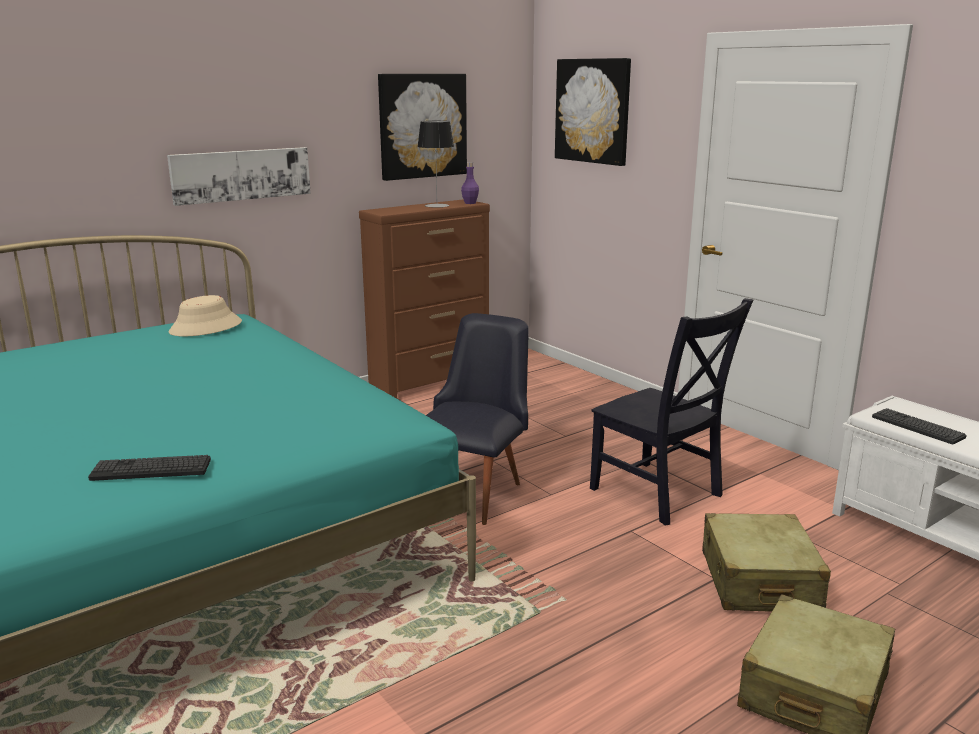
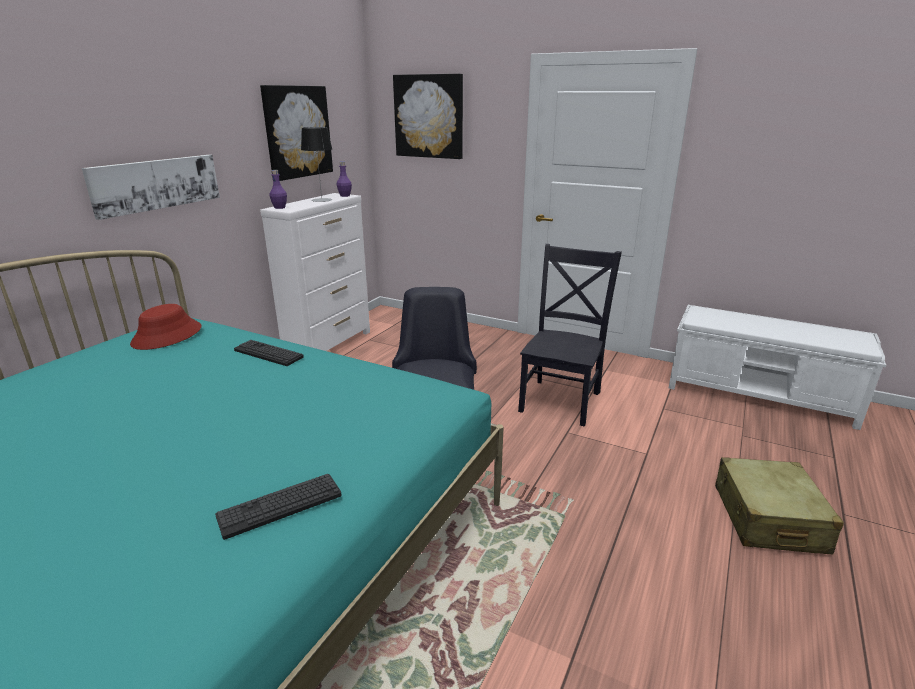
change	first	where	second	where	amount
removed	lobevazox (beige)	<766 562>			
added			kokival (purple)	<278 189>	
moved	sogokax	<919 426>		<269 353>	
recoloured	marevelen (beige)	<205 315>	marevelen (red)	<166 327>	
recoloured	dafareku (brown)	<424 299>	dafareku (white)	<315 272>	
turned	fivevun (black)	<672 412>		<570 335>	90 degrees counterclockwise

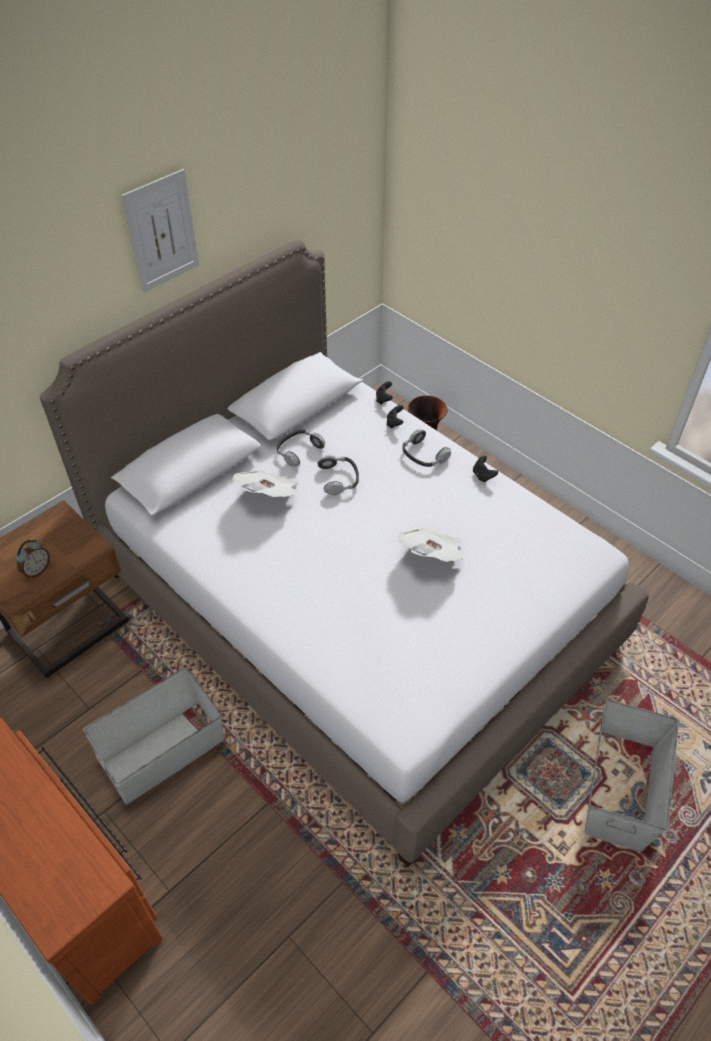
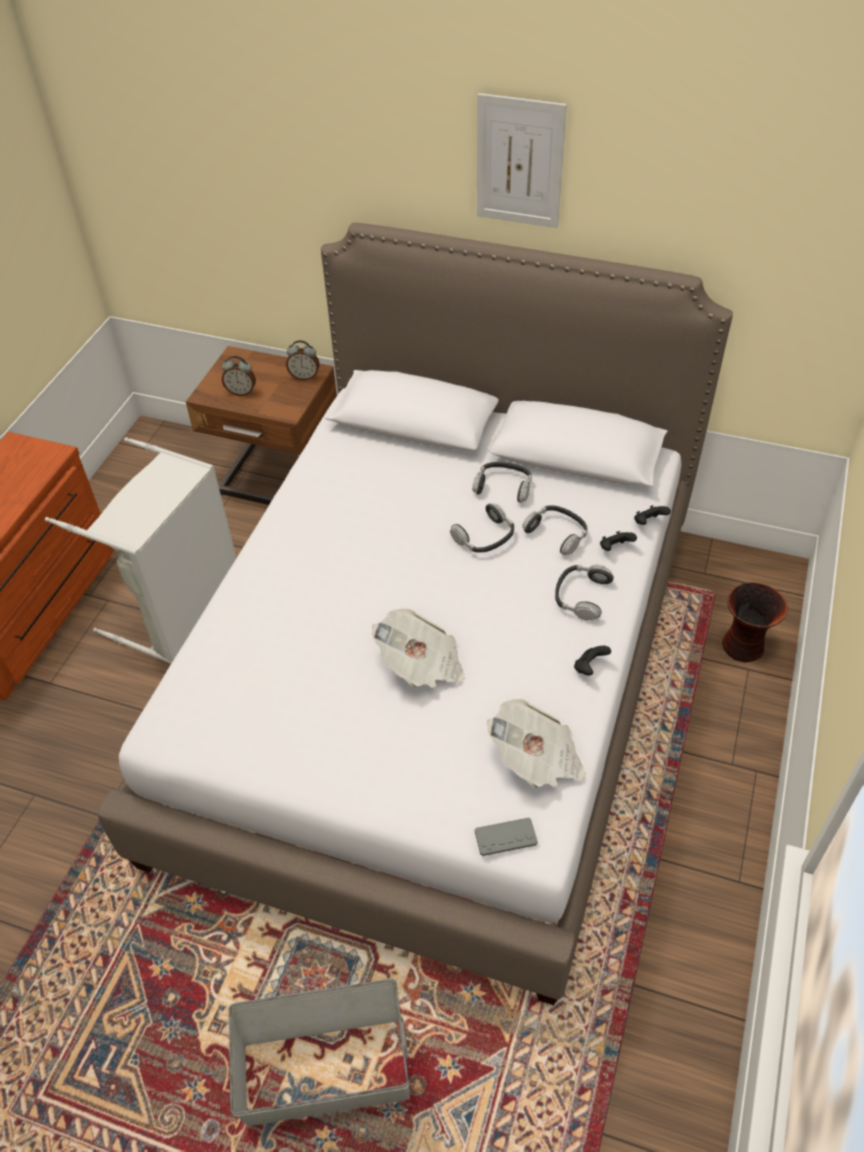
change	first	where	second	where	amount
added			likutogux	<302 360>	
added			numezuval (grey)	<506 837>	
added			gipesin	<555 530>	
moved	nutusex	<264 483>		<536 743>	
replaced	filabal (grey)	<153 735>	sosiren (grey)	<140 550>	

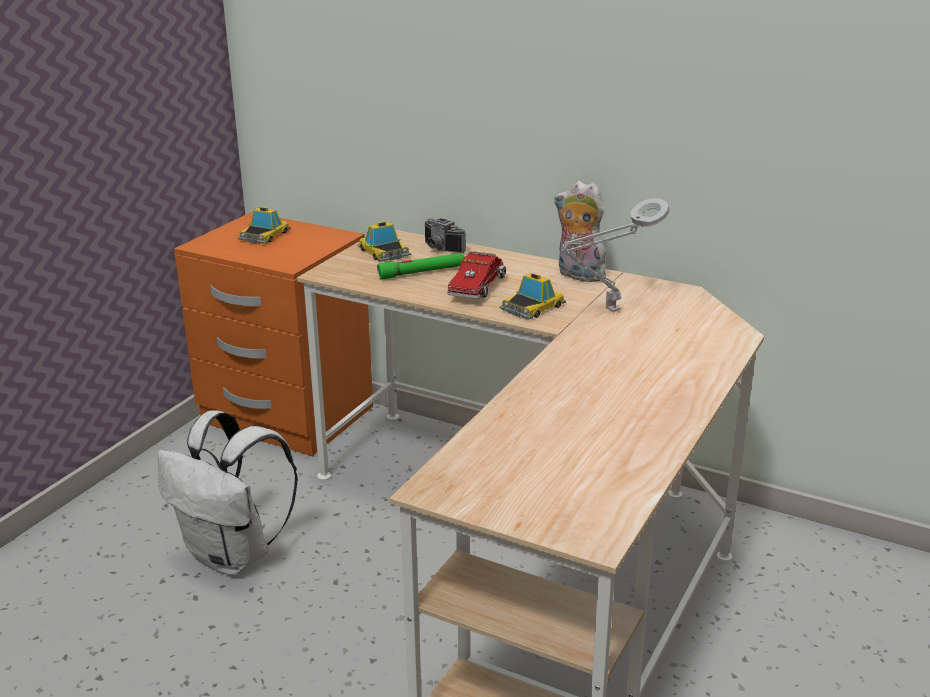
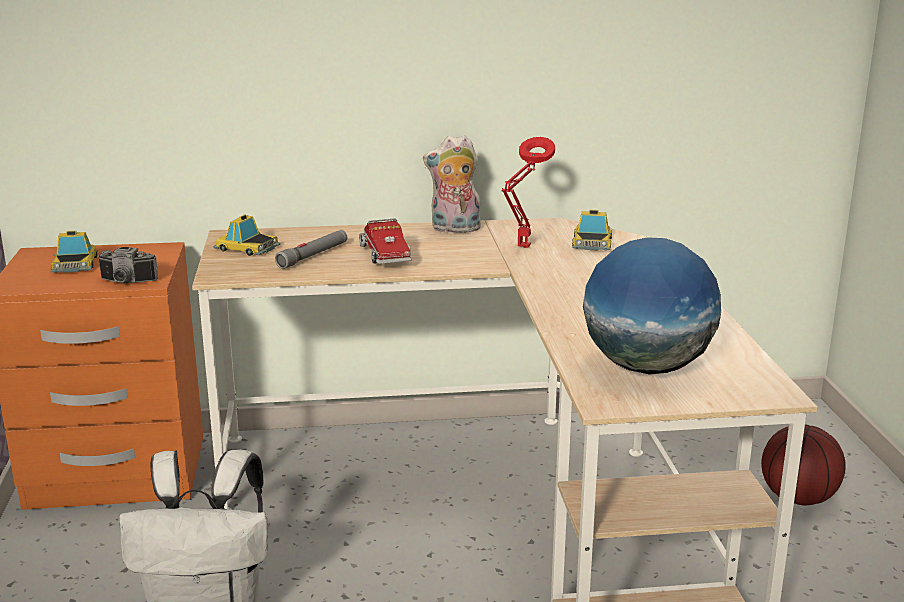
change	first	where	second	where	amount
added			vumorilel	<652 306>	
added			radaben	<803 464>	
moved	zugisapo	<445 235>		<127 265>	
moved	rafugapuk	<533 296>		<592 230>	
recoloured	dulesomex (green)	<421 266>	dulesomex (grey)	<311 249>	
recoloured	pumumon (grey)	<615 255>	pumumon (red)	<528 192>	

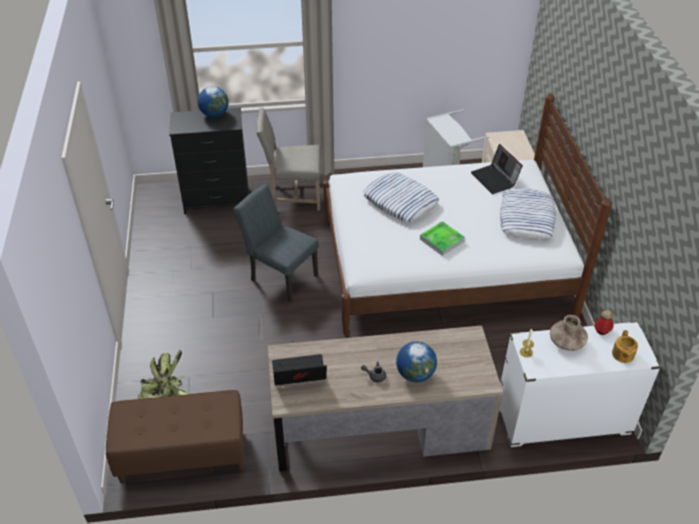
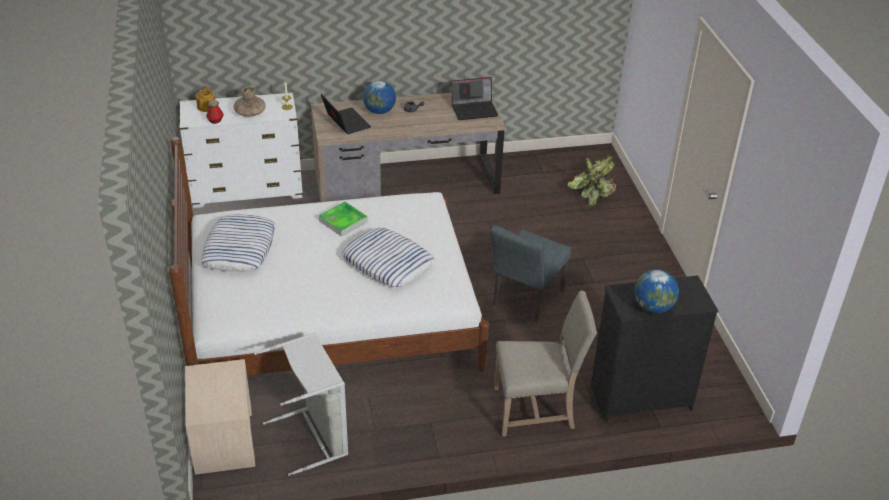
change	first	where	second	where	amount
removed	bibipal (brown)	<175 437>			
moved	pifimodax	<497 169>		<346 114>	
turned	fivevun (grey)	<276 243>		<530 274>	90 degrees clockwise

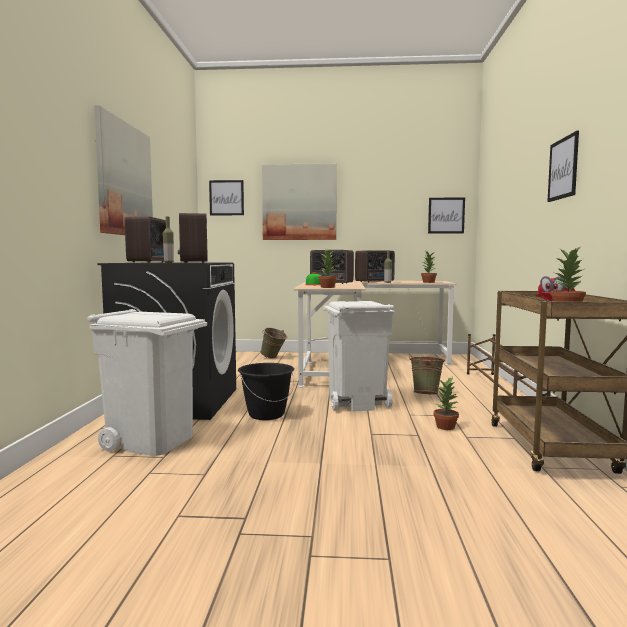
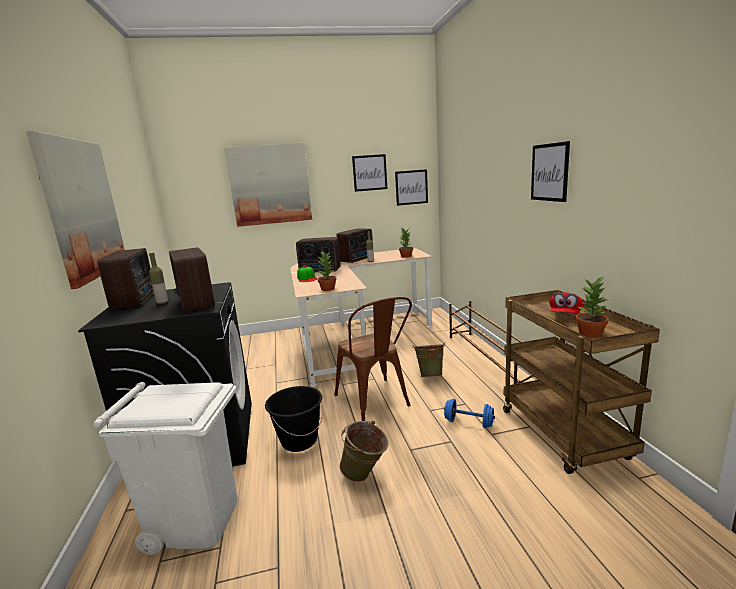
change	first	where	second	where	amount
moved	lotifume	<226 197>		<369 173>	
moved	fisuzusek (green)	<273 343>		<364 451>	
replaced	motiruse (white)	<359 356>	fivevun (brown)	<373 359>	
replaced	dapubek	<446 403>	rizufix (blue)	<469 413>	

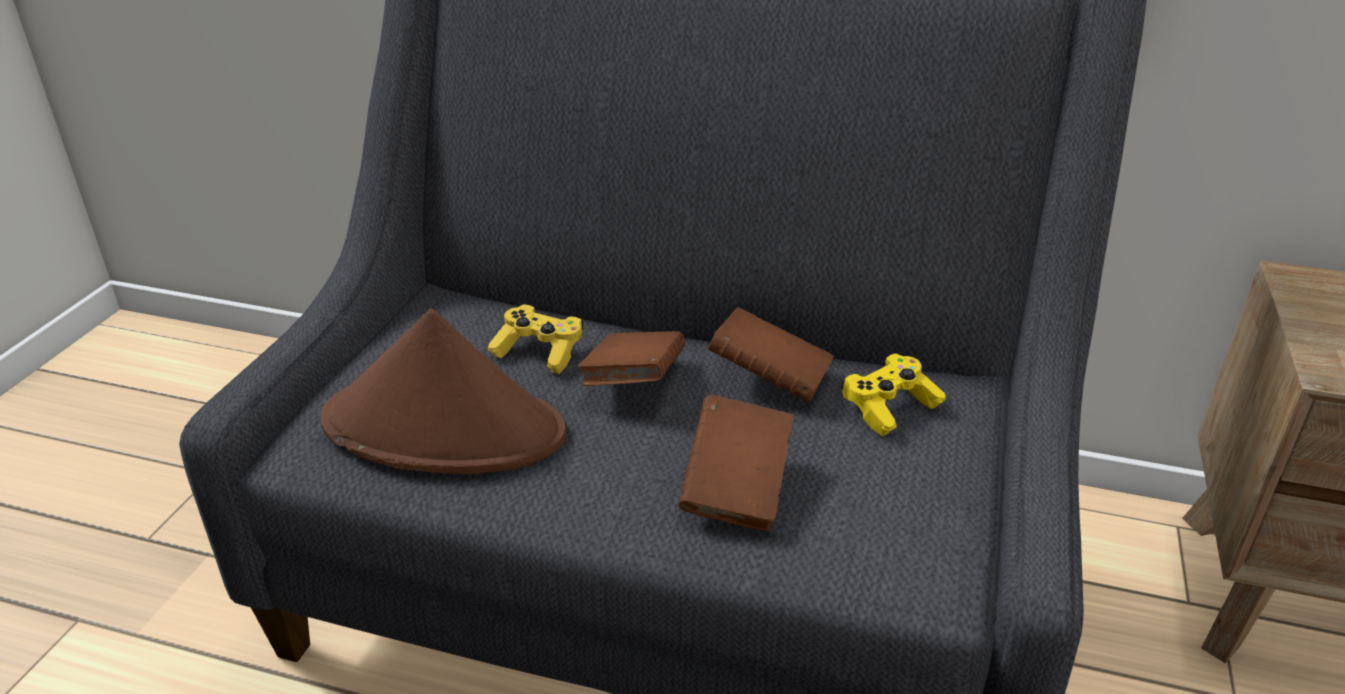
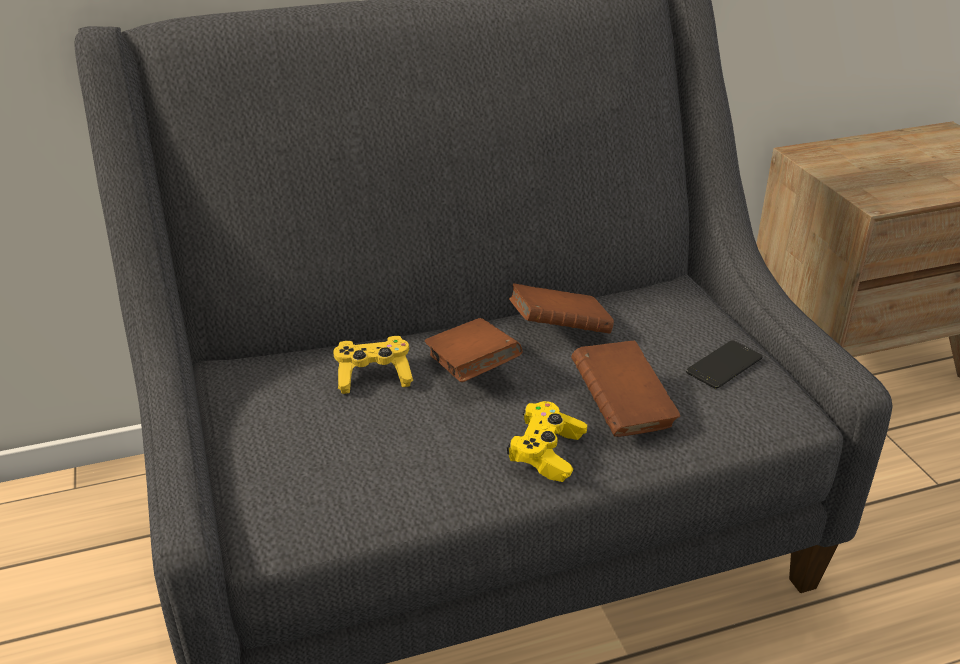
change	first	where	second	where	amount
removed	marevelen (brown)	<443 391>			
added			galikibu	<724 364>	
moved	numezuval (yellow)	<894 395>		<547 441>	

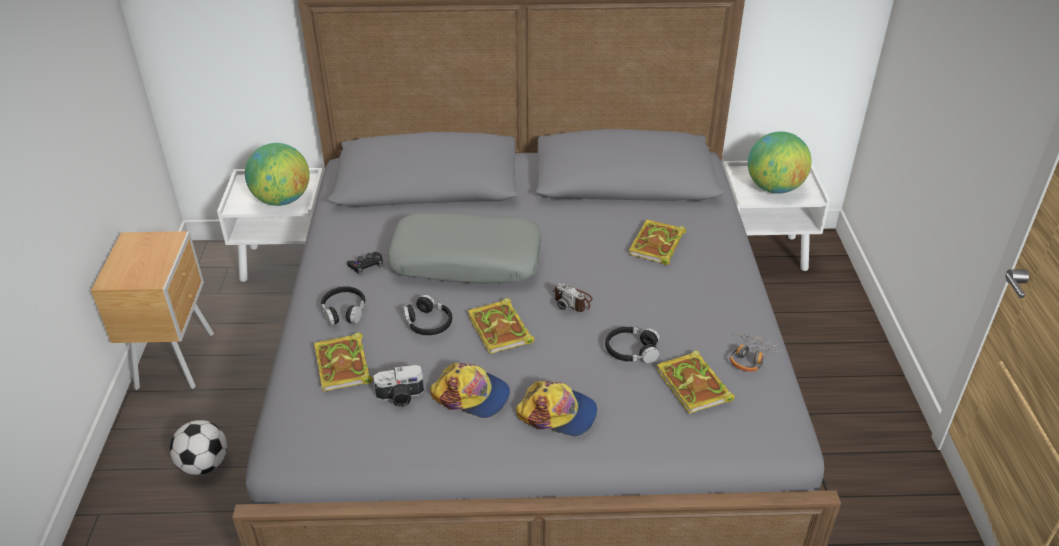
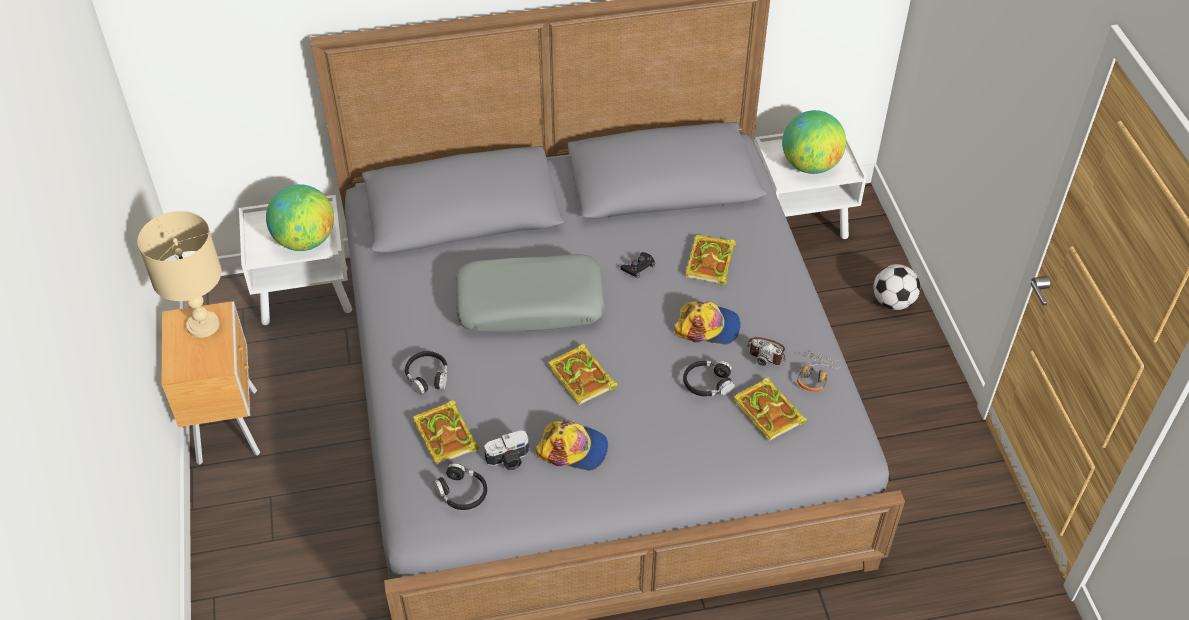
change	first	where	second	where	amount
added			pumumon (beige)	<180 274>	
moved	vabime	<198 447>		<896 287>	
moved	numezuval (black)	<365 263>		<637 265>	
moved	gipesin (black)	<427 315>		<460 486>	
moved	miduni	<556 408>		<707 323>	
moved	zugisapo	<572 297>		<766 351>	

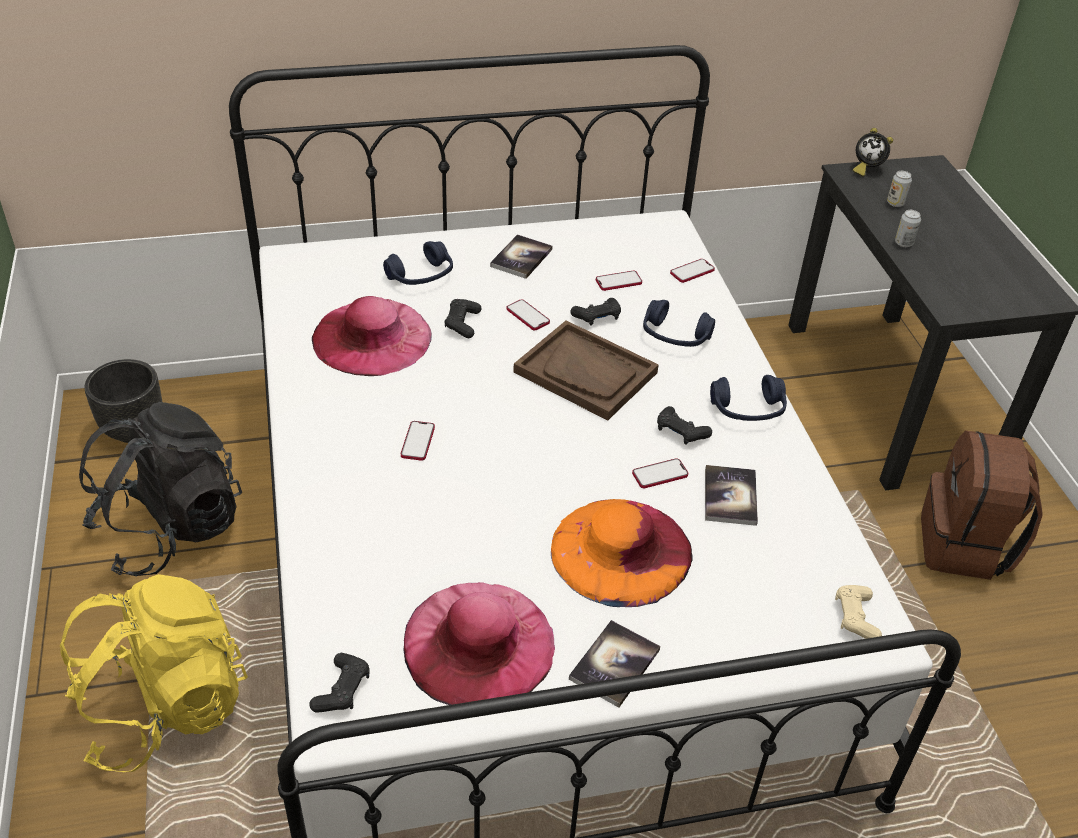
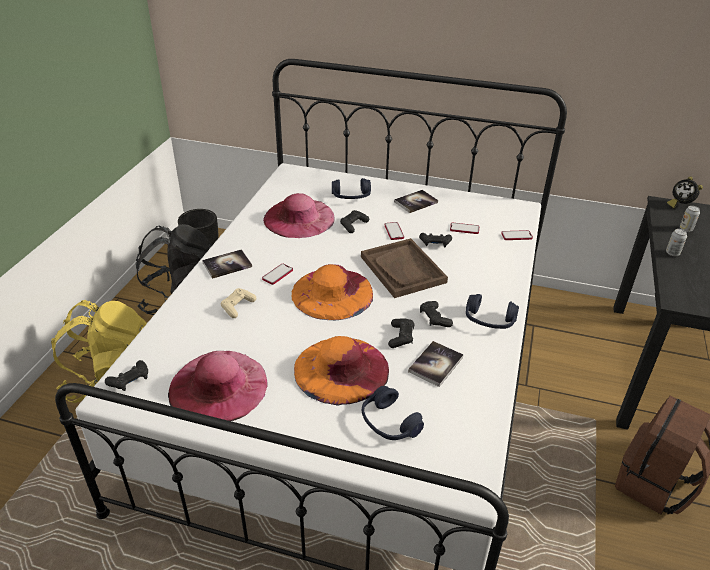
change	first	where	second	where	amount
added			marevelen (orange)	<332 292>	
moved	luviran	<614 664>		<227 264>	
moved	gipesin (blue)	<679 323>		<393 413>	
moved	numezuval (beige)	<858 612>		<238 303>	
replaced	galikibu	<660 473>	numezuval (black)	<401 333>	

